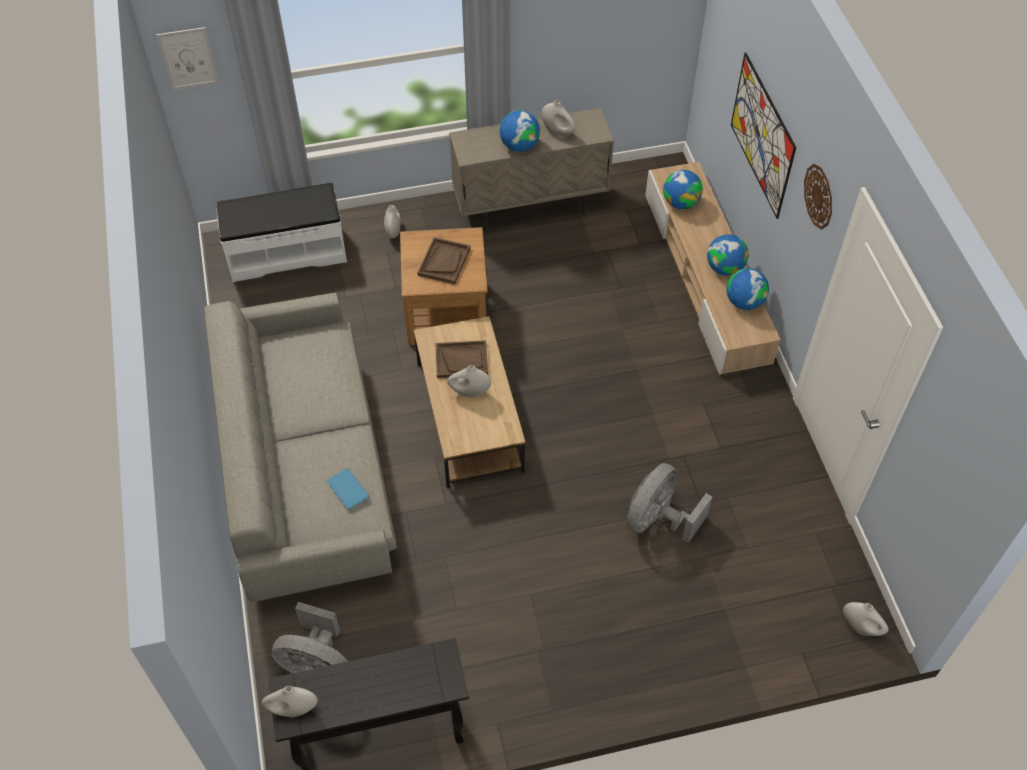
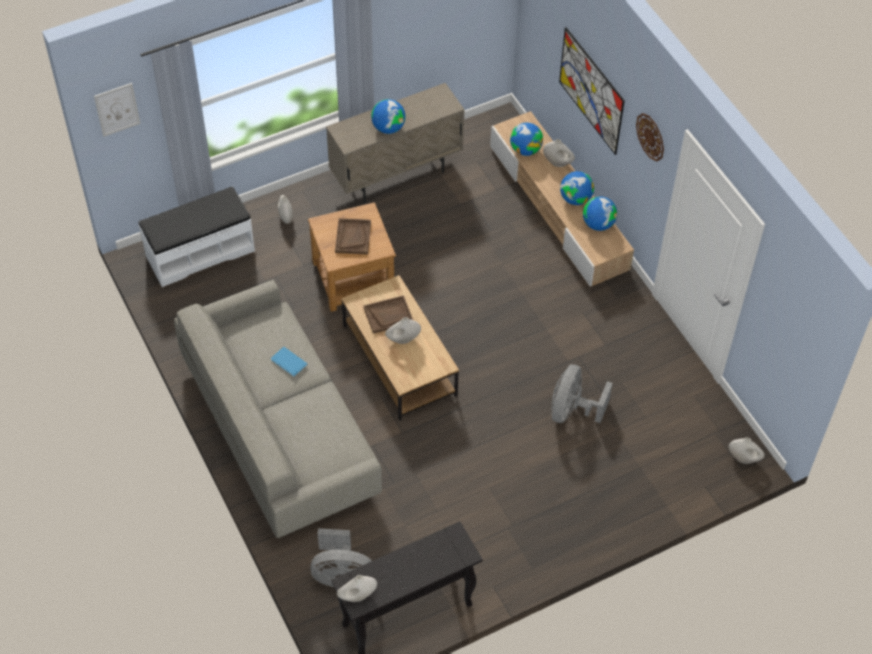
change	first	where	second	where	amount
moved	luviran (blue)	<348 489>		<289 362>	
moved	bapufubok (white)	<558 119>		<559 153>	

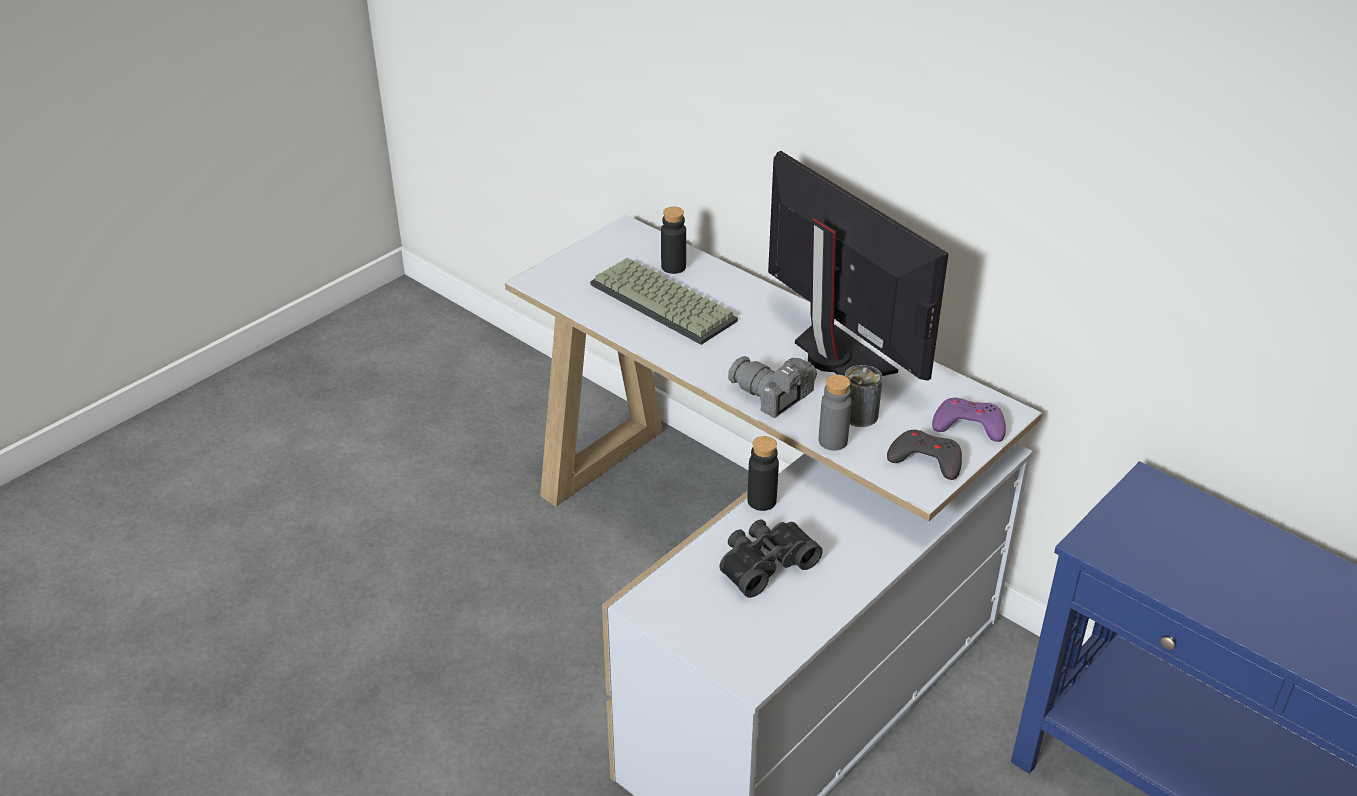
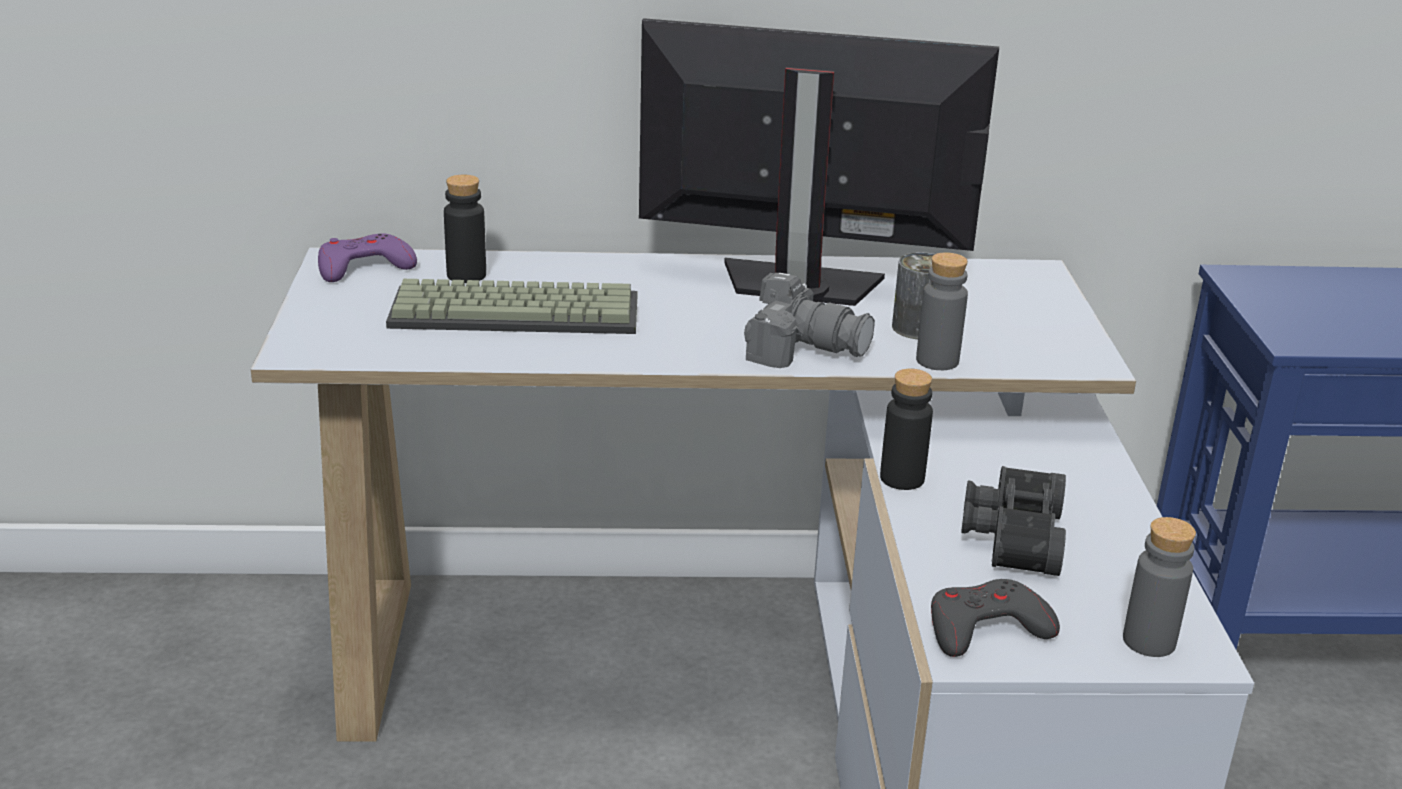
change	first	where	second	where	amount
added			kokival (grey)	<1159 587>	
moved	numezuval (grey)	<924 455>		<995 618>	
moved	numezuval (purple)	<969 419>		<367 257>	
turned	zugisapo	<772 387>		<809 320>	150 degrees counterclockwise

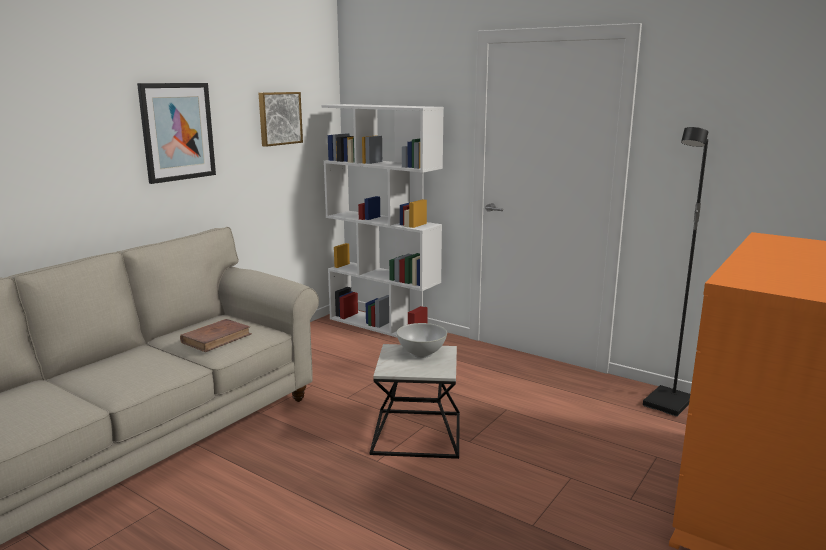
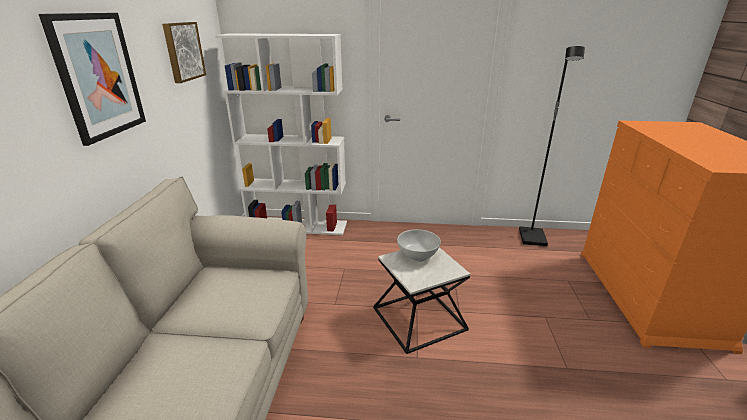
change	first	where	second	where	amount
removed	luviran (brown)	<216 335>			

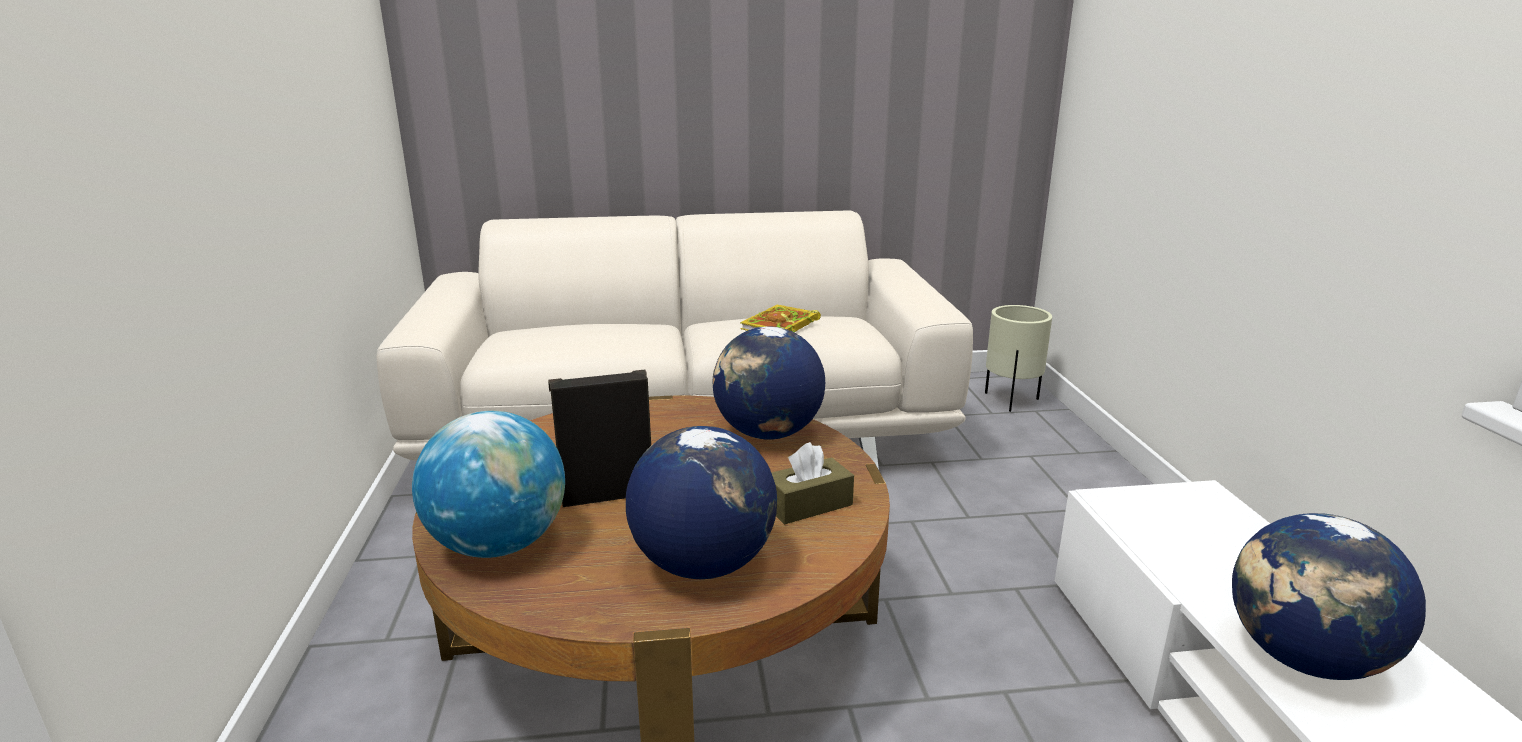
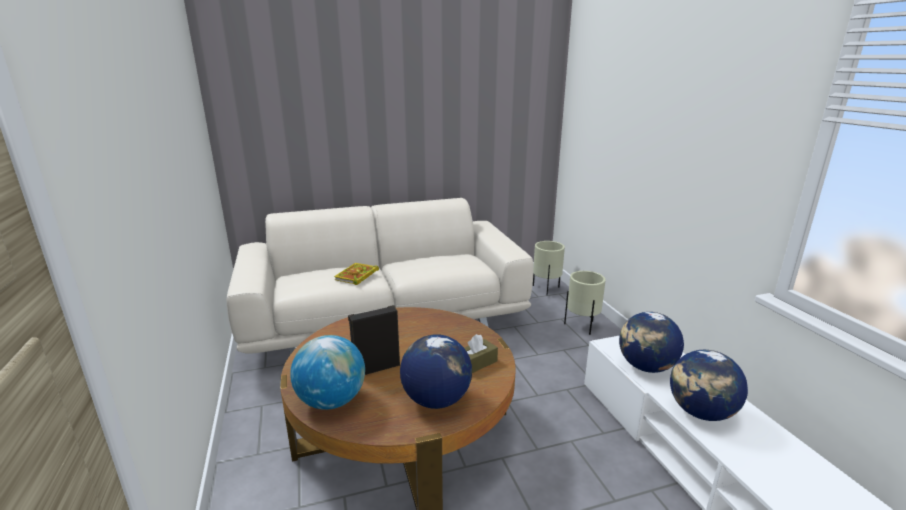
change	first	where	second	where	amount
added			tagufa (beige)	<585 303>	
moved	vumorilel	<769 383>		<651 342>	
moved	luviran	<780 318>		<356 274>	

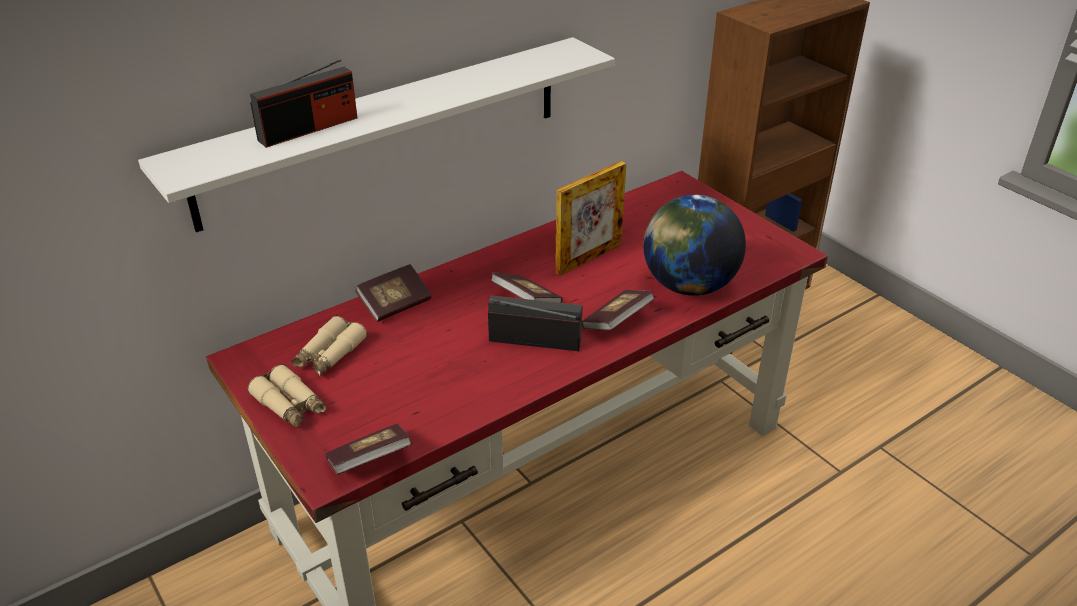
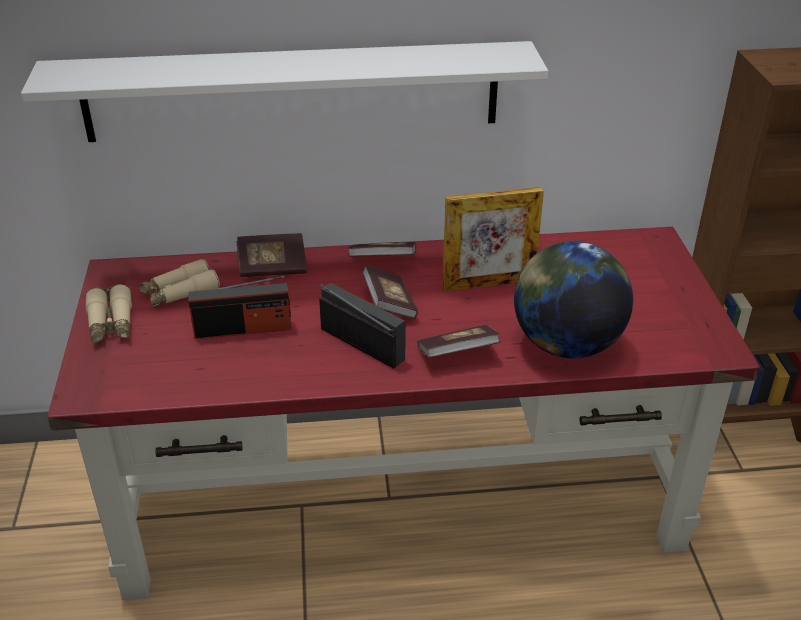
change	first	where	second	where	amount
moved	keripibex	<303 103>		<239 307>	
moved	luviran	<369 449>		<382 249>	

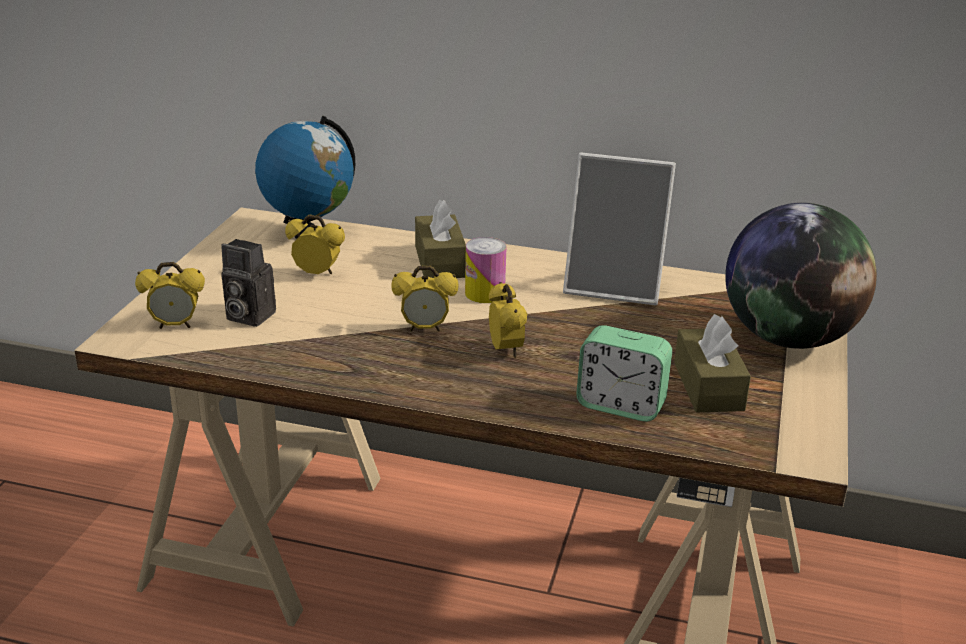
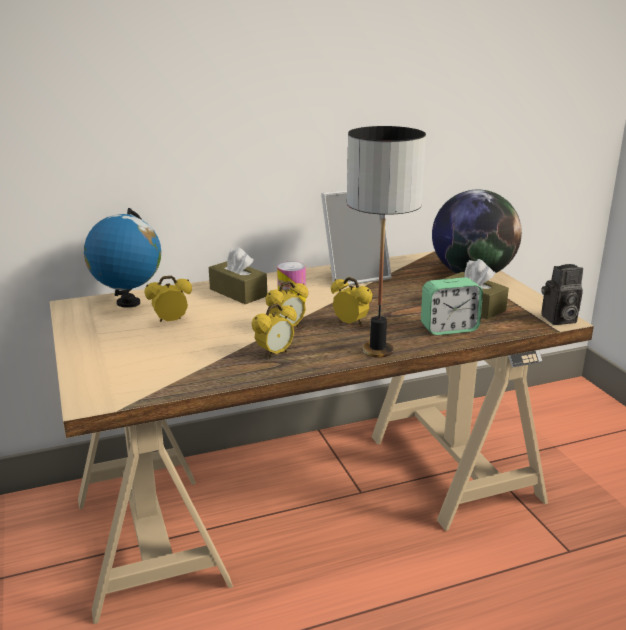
change	first	where	second	where	amount
added			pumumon	<386 242>	
moved	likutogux	<170 295>		<274 331>	
moved	zugisapo	<248 283>		<562 294>	

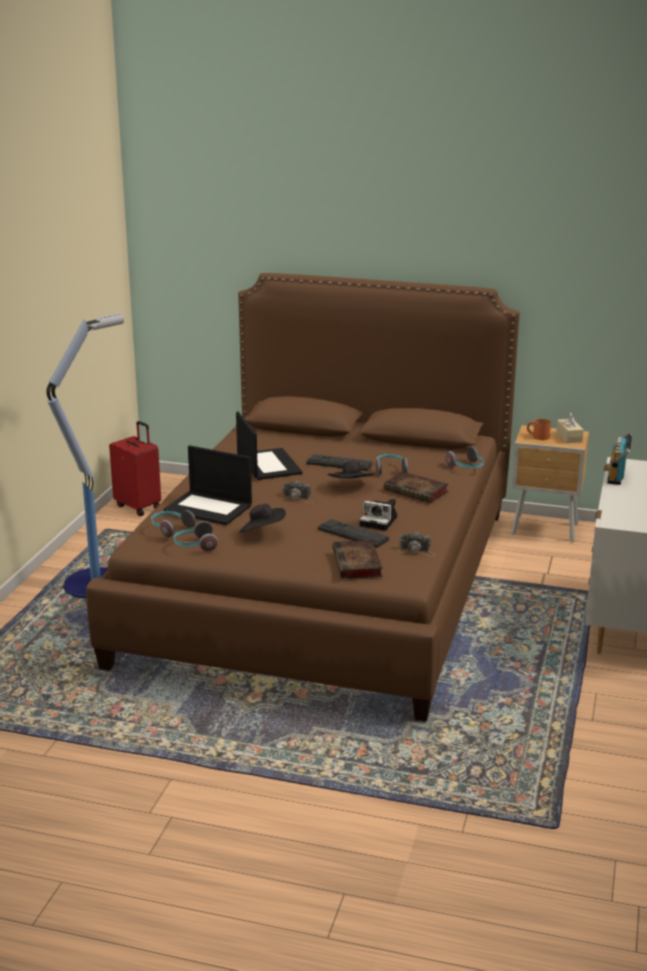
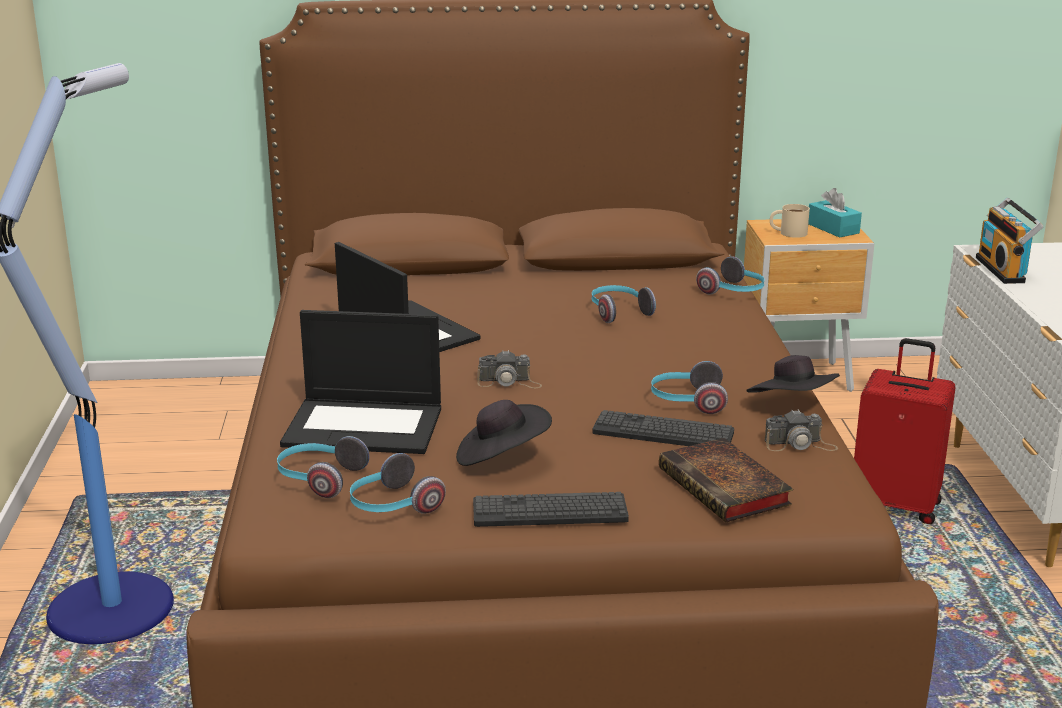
change	first	where	second	where	amount
removed	luviran	<416 487>			
moved	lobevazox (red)	<135 468>		<905 431>	
moved	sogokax	<339 462>		<551 509>	
moved	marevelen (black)	<351 470>		<793 374>	
replaced	zugisapo	<378 515>	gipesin	<689 387>	
recoloured	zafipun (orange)	<539 429>	zafipun (beige)	<790 221>	
recoloured	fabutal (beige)	<570 427>	fabutal (turquoise)	<835 213>	

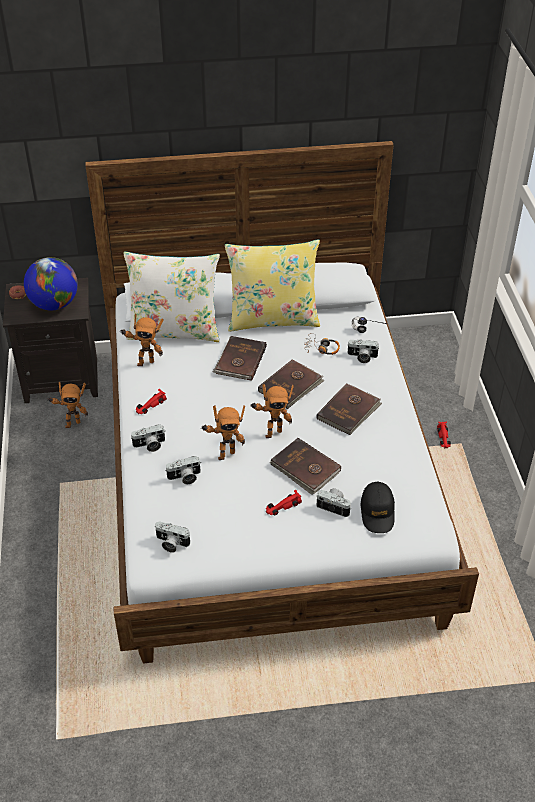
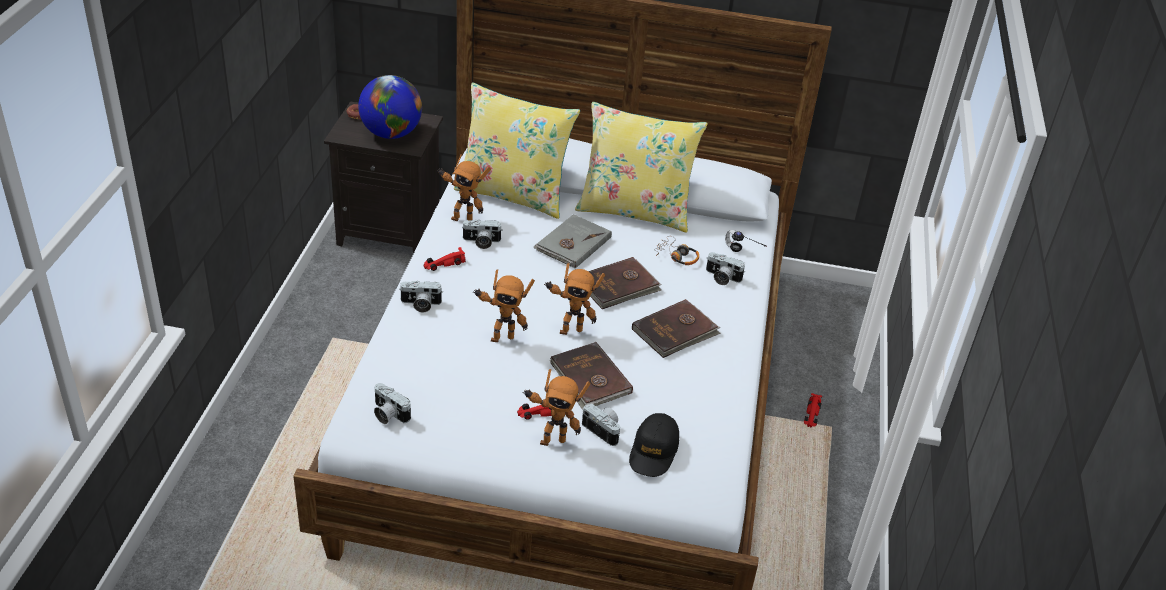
change	first	where	second	where	amount
moved	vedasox	<68 405>		<556 407>	
moved	zugisapo	<183 470>		<482 234>	
recoloured	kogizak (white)	<171 296>	kogizak (yellow)	<517 151>	
recoloured	luviran (brown)	<240 358>	luviran (grey)	<572 241>	

